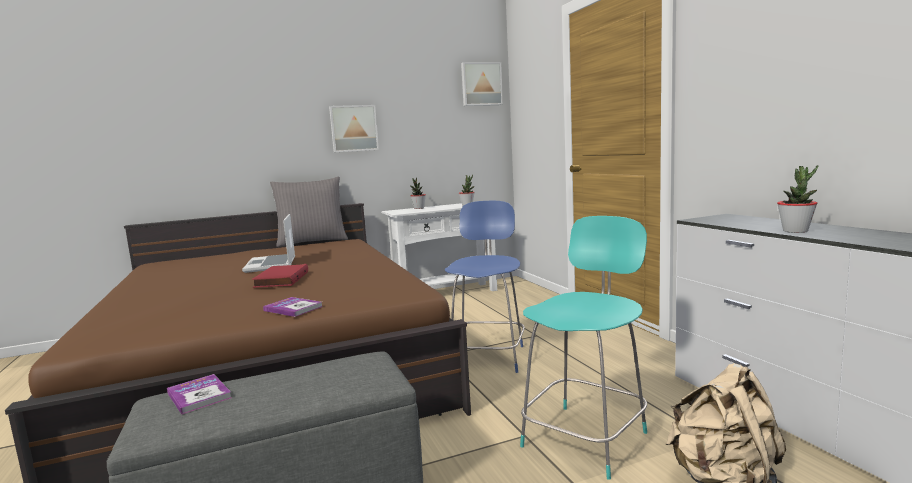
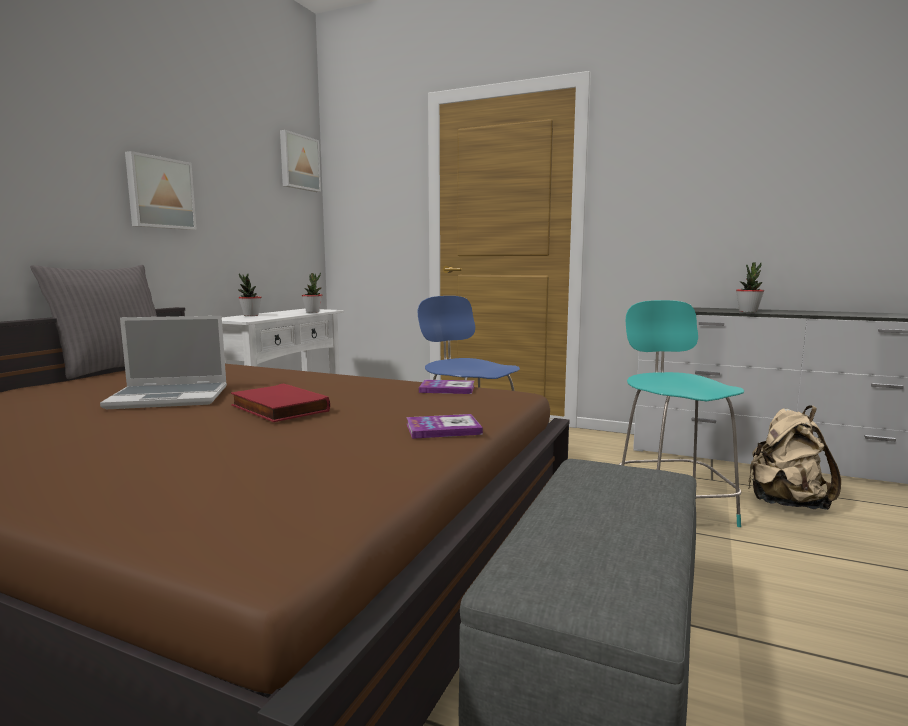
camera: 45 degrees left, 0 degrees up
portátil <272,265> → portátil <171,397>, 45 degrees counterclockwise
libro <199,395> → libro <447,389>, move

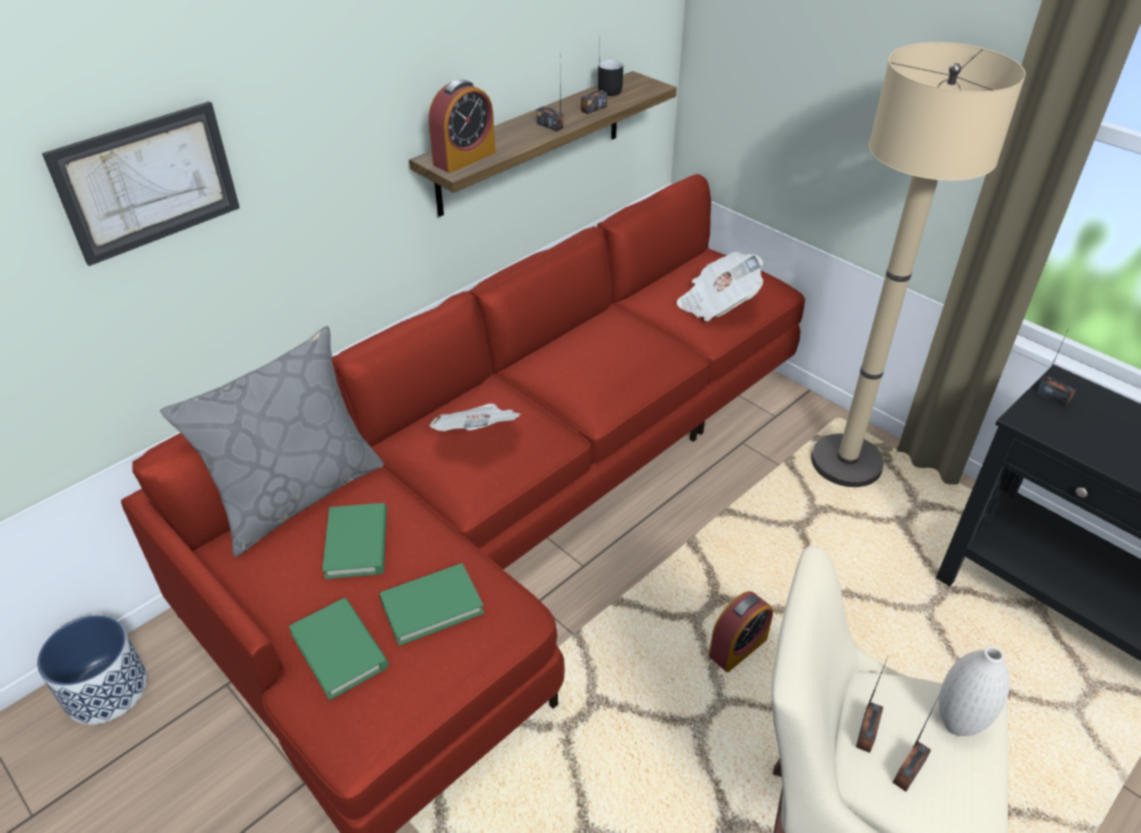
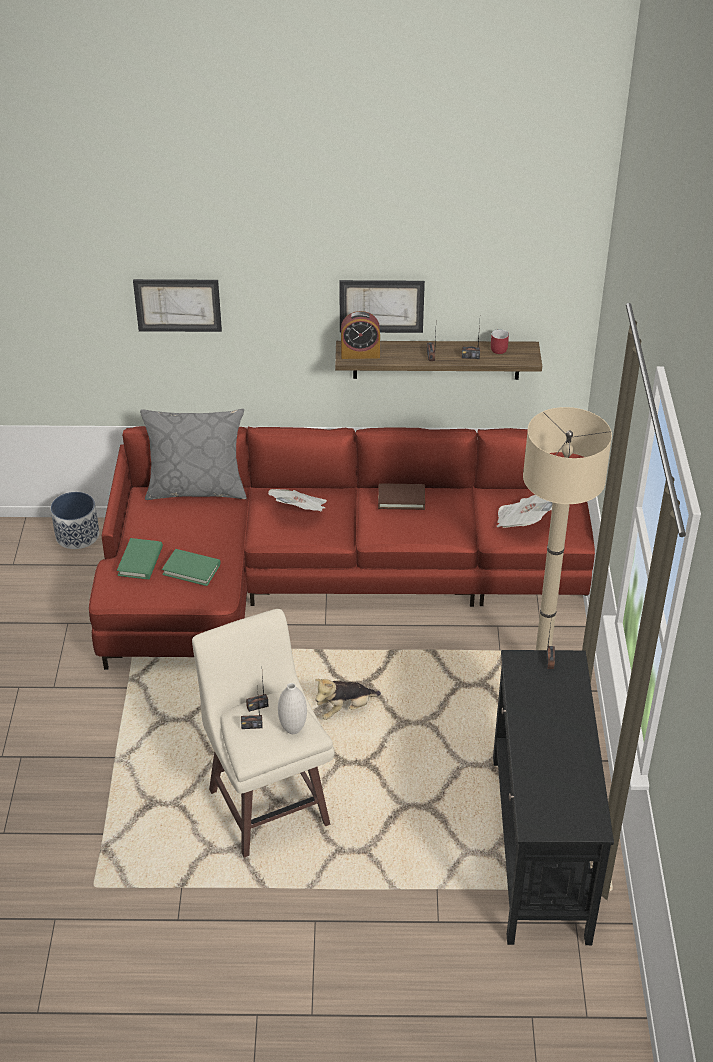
camera: 45 degrees right, 0 degrees up
taza grande/negro <607,90> → taza grande/rojo <499,348>
libro/verde <357,544> → -
despertador <737,648> → peluche <345,709>
- → cuadro <381,306>
- → libro/marrón <401,499>

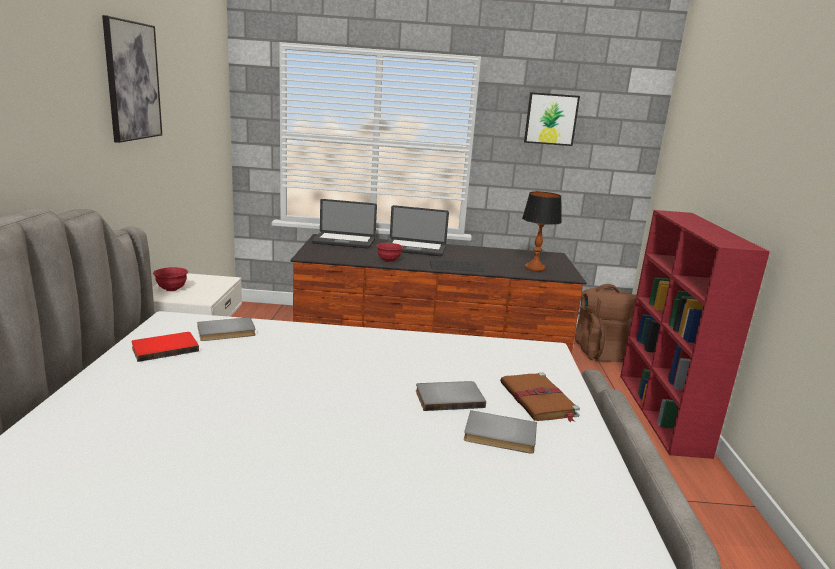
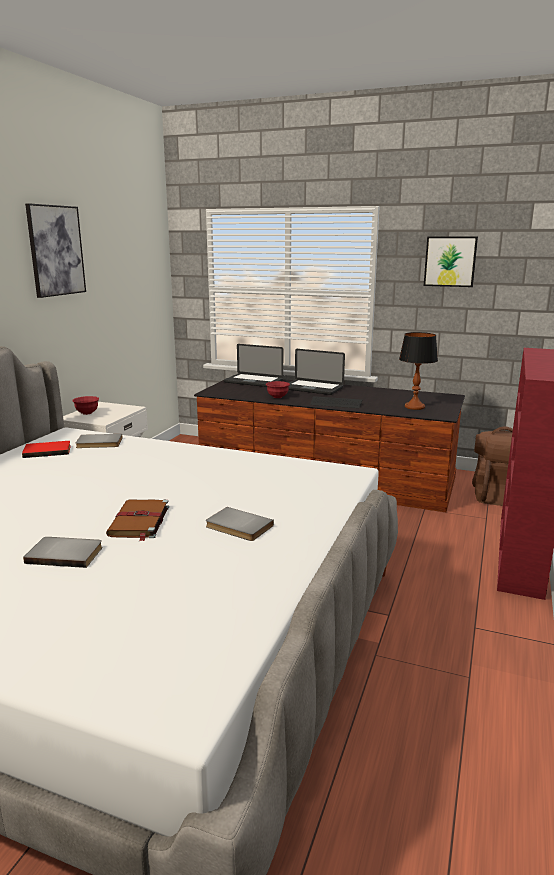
camera: 20 degrees right, 0 degrees up
libro/marrón <538,400> → libro/marrón <139,522>, move
libro/gris <448,397> → libro/gris <66,554>, move

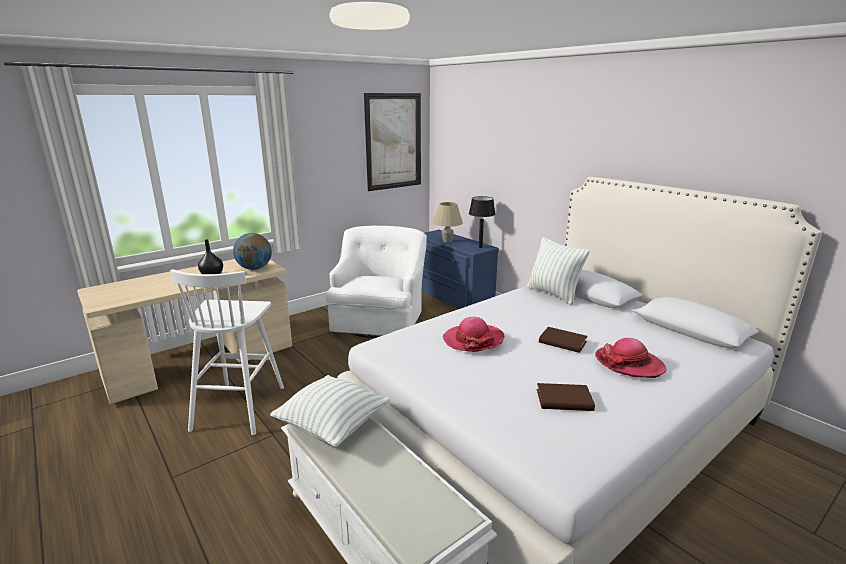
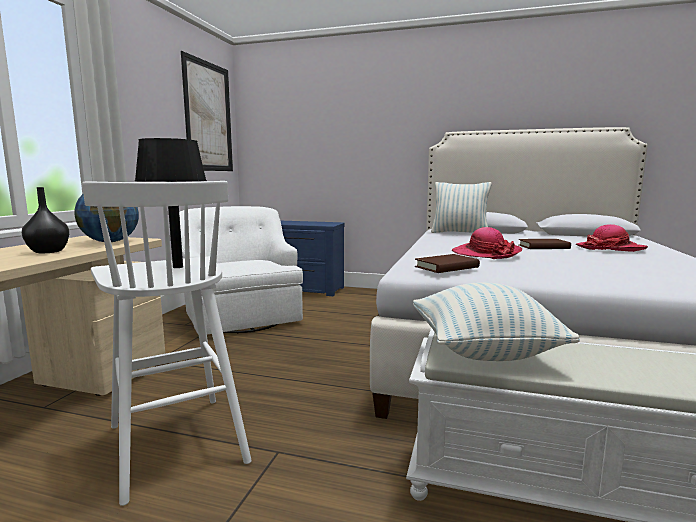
camera: 35 degrees left, 10 degrees down
lámpara de mesa/negro <480,247> → lámpara de mesa/negro <177,267>, move
lámpara de mesa/beis <447,241> → -
libro/marrón <564,400> → libro/marrón <446,267>, move

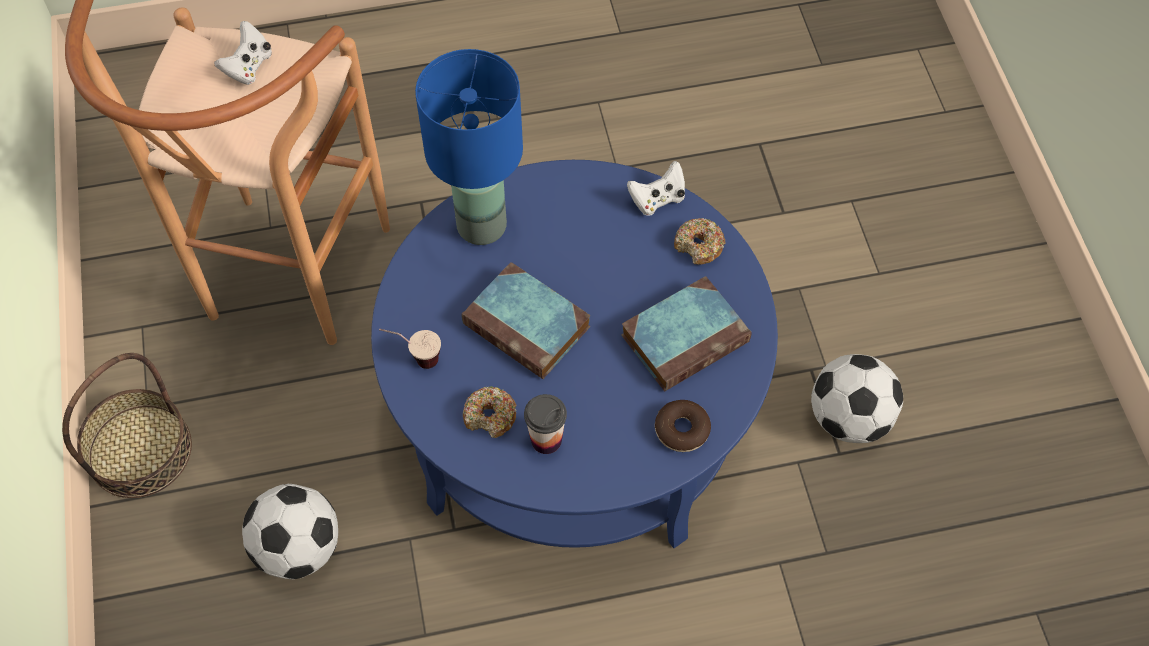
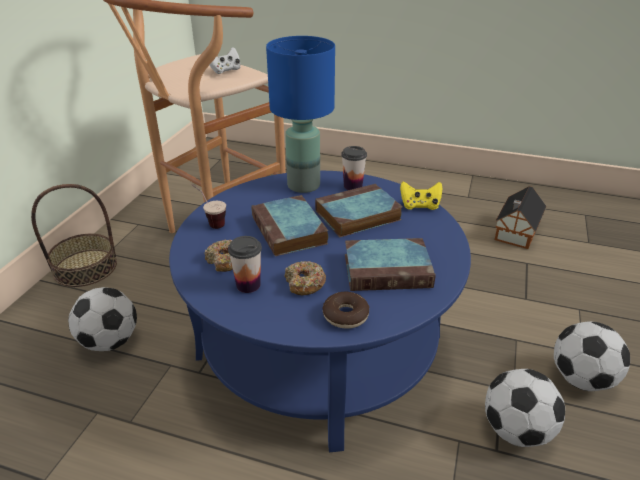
camera: 30 degrees right, 25 degrees down
mando de consola/blanco <657,199> → mando de consola/amarillo <420,206>
rosquilla <699,246> → rosquilla <304,284>, move
- → taza <353,186>
- → libro <356,216>
- → casita <515,233>
- → balón de fútbol <581,379>

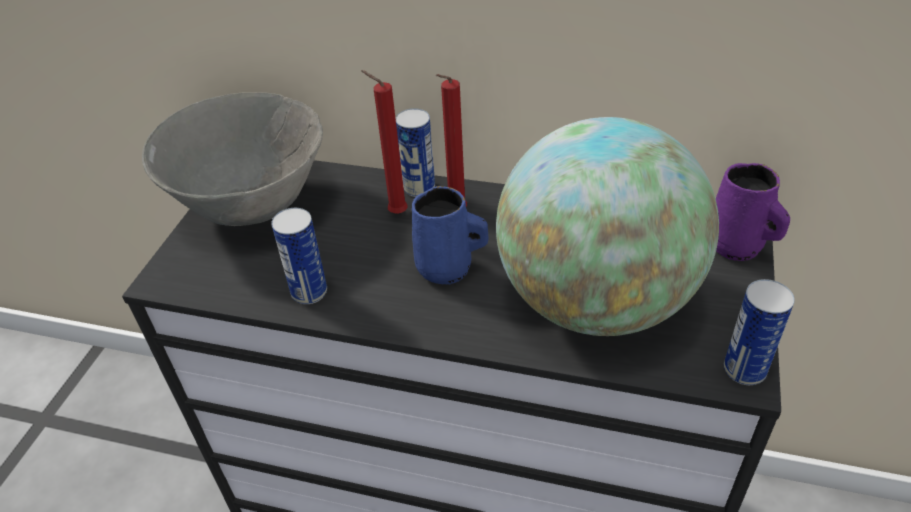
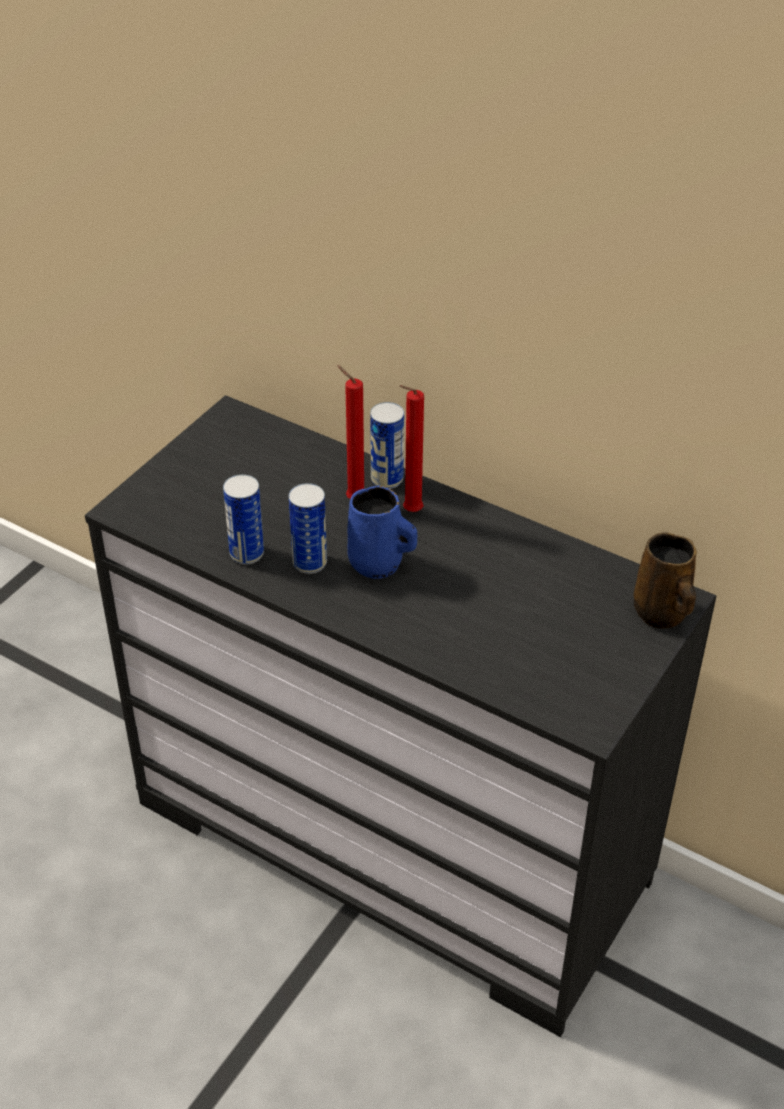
camera: 15 degrees right, 0 degrees up
cuenco/gris <251,204> → -
globo terráqueo <595,301> → -
taza grande/morado <737,247> → taza grande/marrón <662,614>
lata <744,370> → lata <309,563>, move

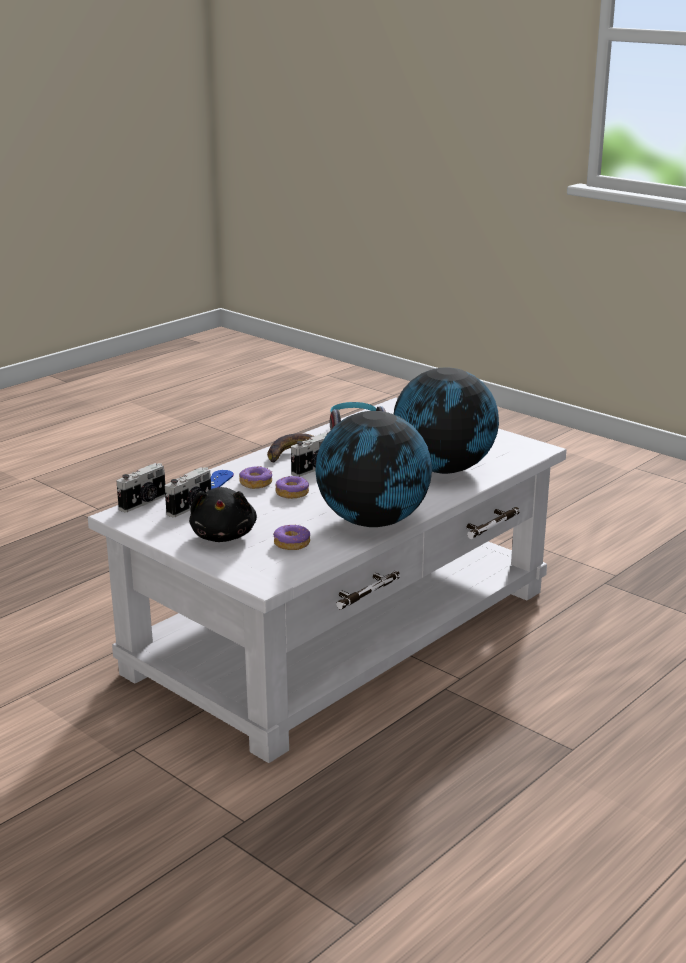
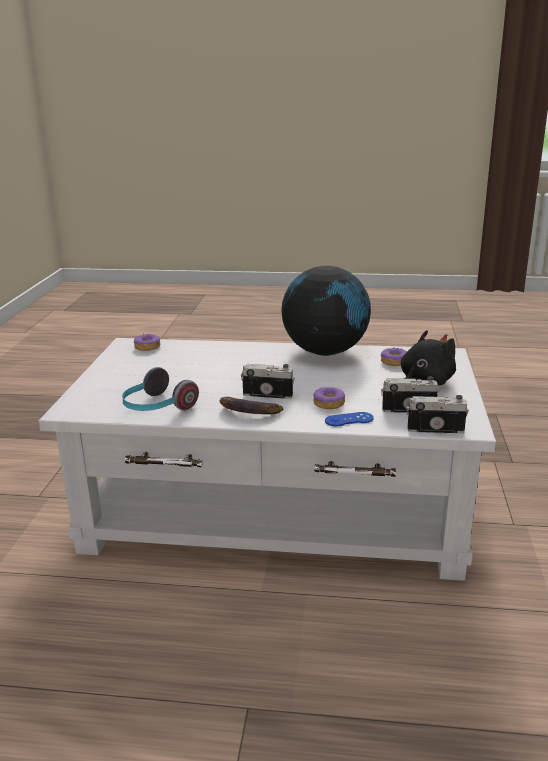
camera: 125 degrees left, 0 degrees up
globo terráqueo <444,469> → -
rosquilla <292,493> → rosquilla <147,347>, move

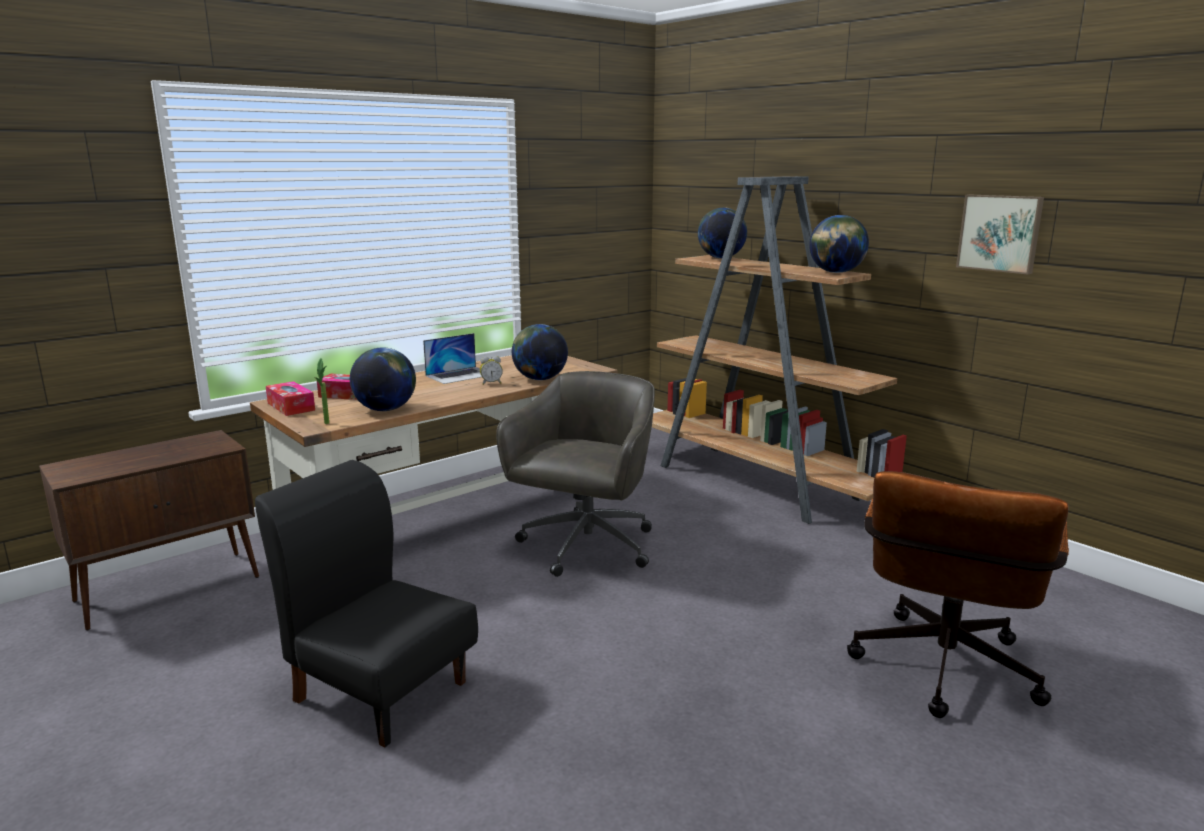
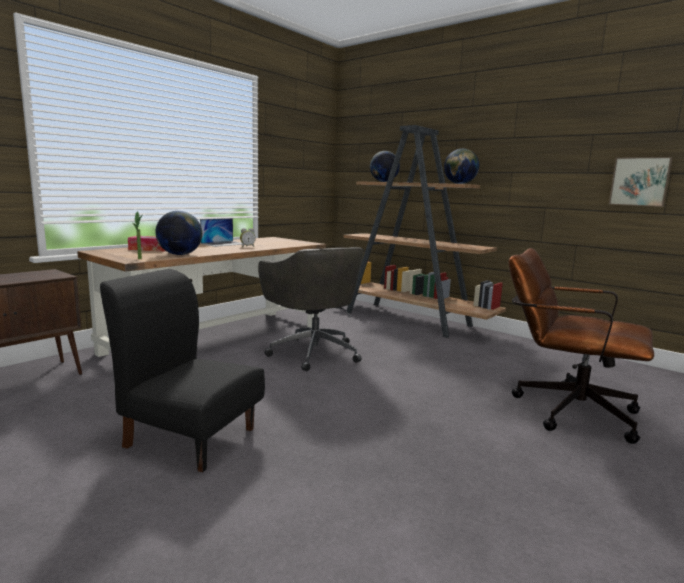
camera: 10 degrees left, 5 degrees down
cuadro <1000,233> → cuadro <639,181>, move
globo terráqueo <540,379> → -
silla de oficina/gris <585,547> → silla de oficina/gris <313,352>, 135 degrees clockwise
caja de pañuelos <291,406> → -
silla de oficina/marrón <942,675> → silla de oficina/marrón <564,409>, 105 degrees clockwise

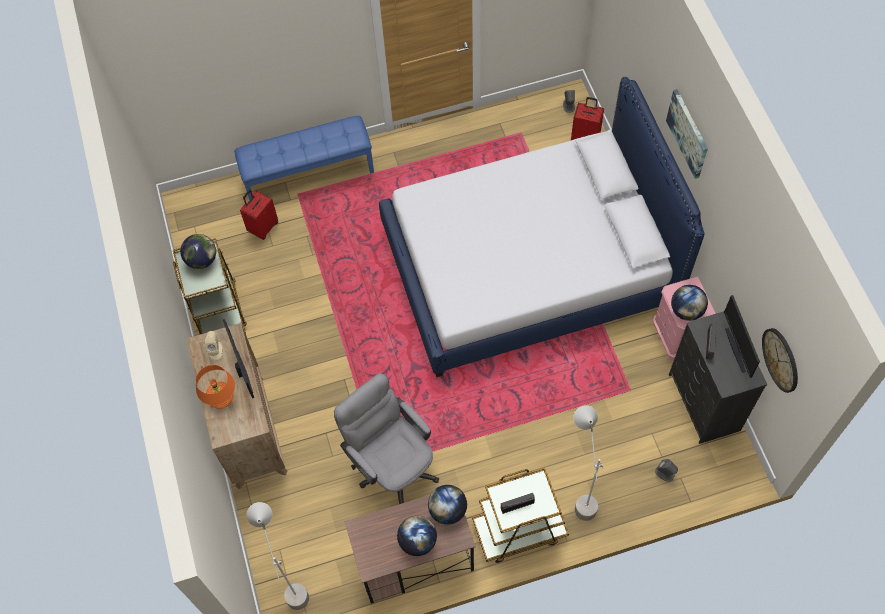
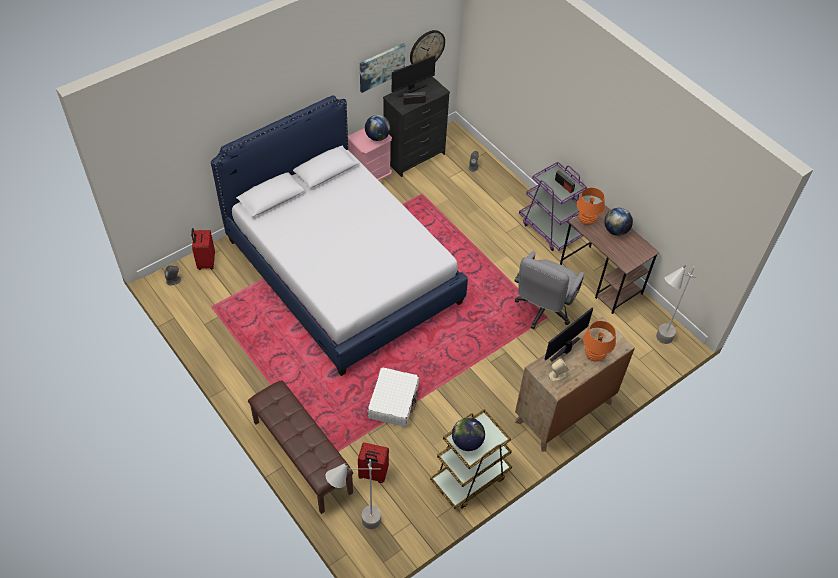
camera: 115 degrees left, 10 degrees down
cuadro <688,133> → cuadro <381,67>, move
banco/azul <308,173> → banco/marrón <301,457>
lámpara de pie/gris <579,492> → lámpara de pie/gris <357,528>, move
carrito/marrón <519,530> → carrito/morado <549,229>
globo terráqueo <448,510> → lámpara de mesa/naranja <586,220>
- → maleta/blanco <393,401>

